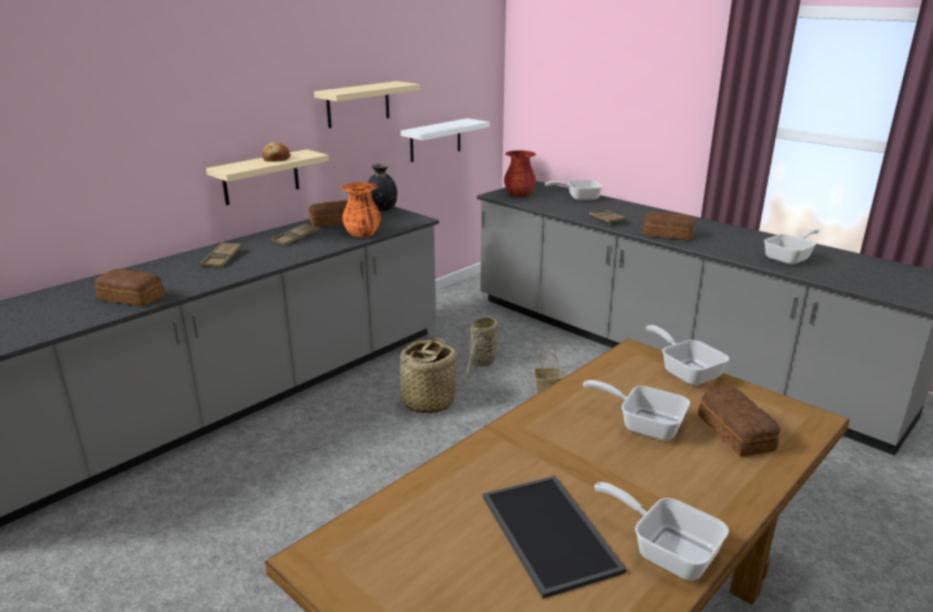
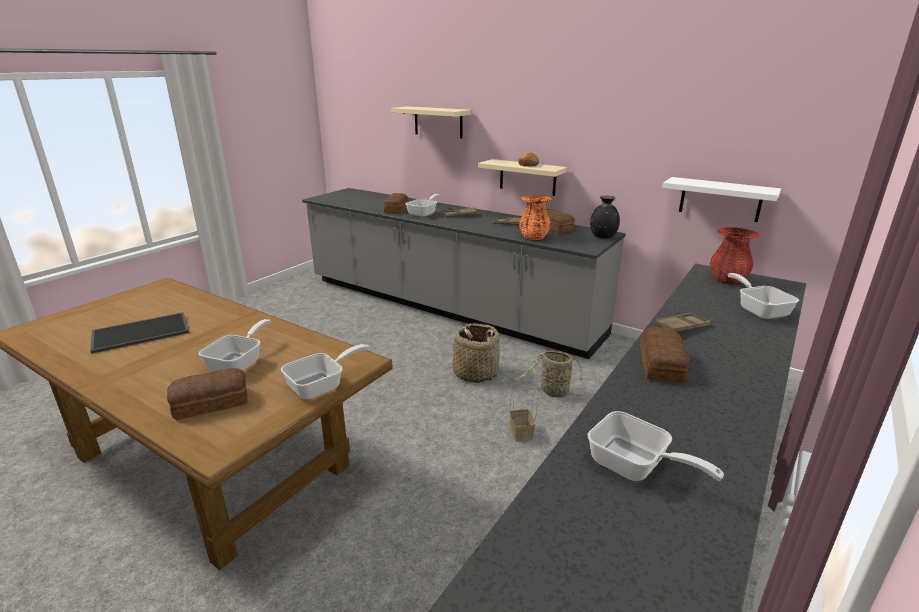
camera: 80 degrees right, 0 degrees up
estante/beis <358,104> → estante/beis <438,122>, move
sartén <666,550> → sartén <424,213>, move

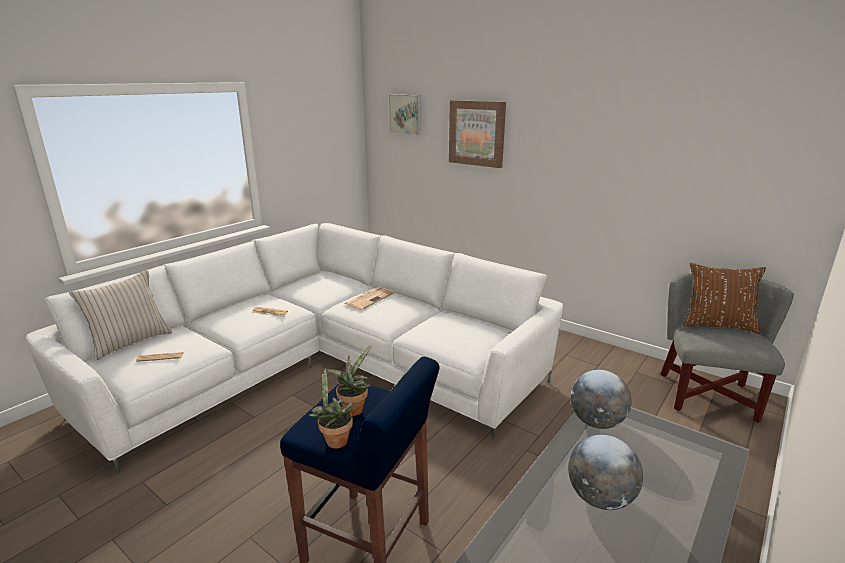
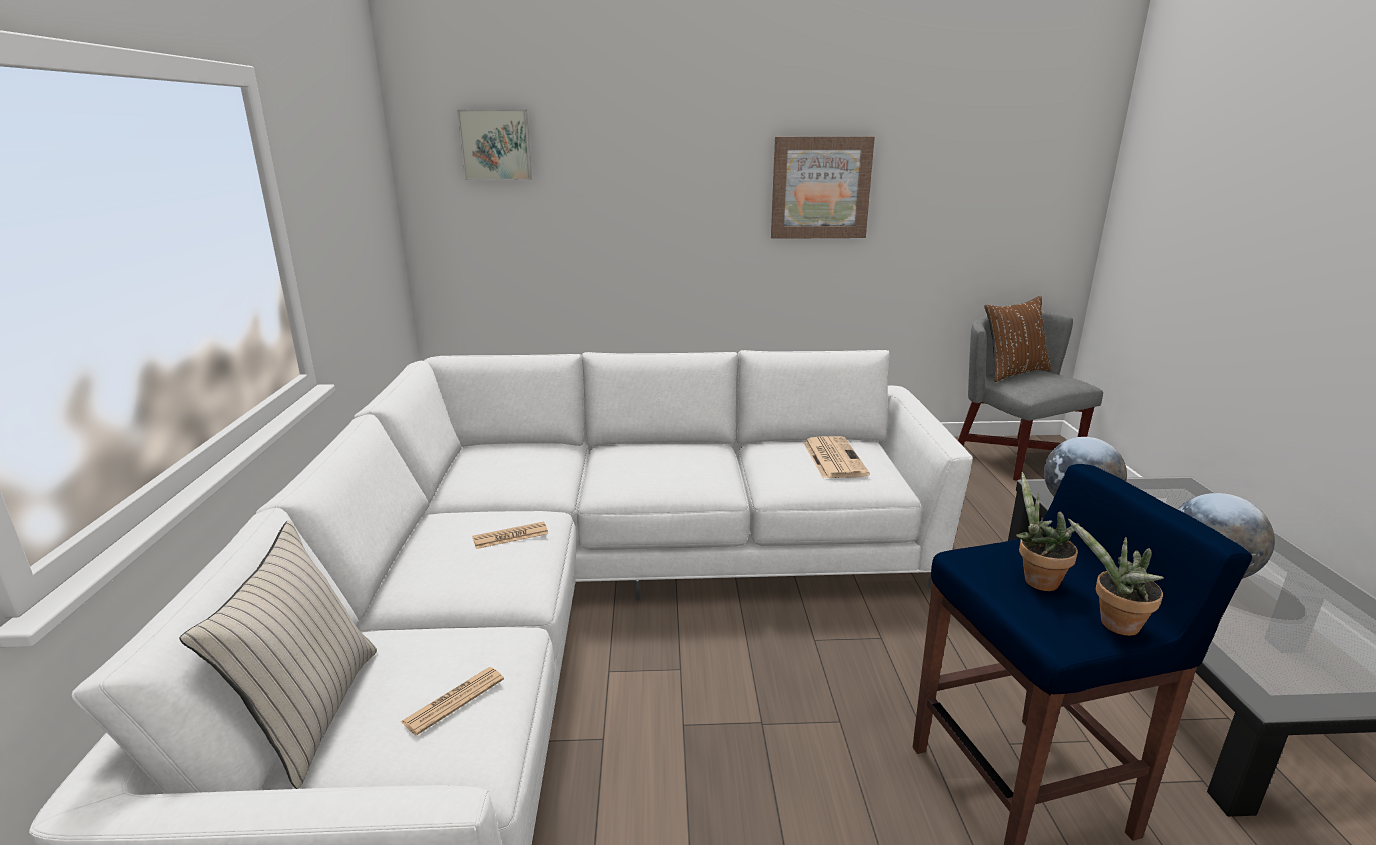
camera: 40 degrees left, 0 degrees up
cuadro <477,133> → cuadro <820,188>, move
periódico <369,298> → periódico <833,458>, move

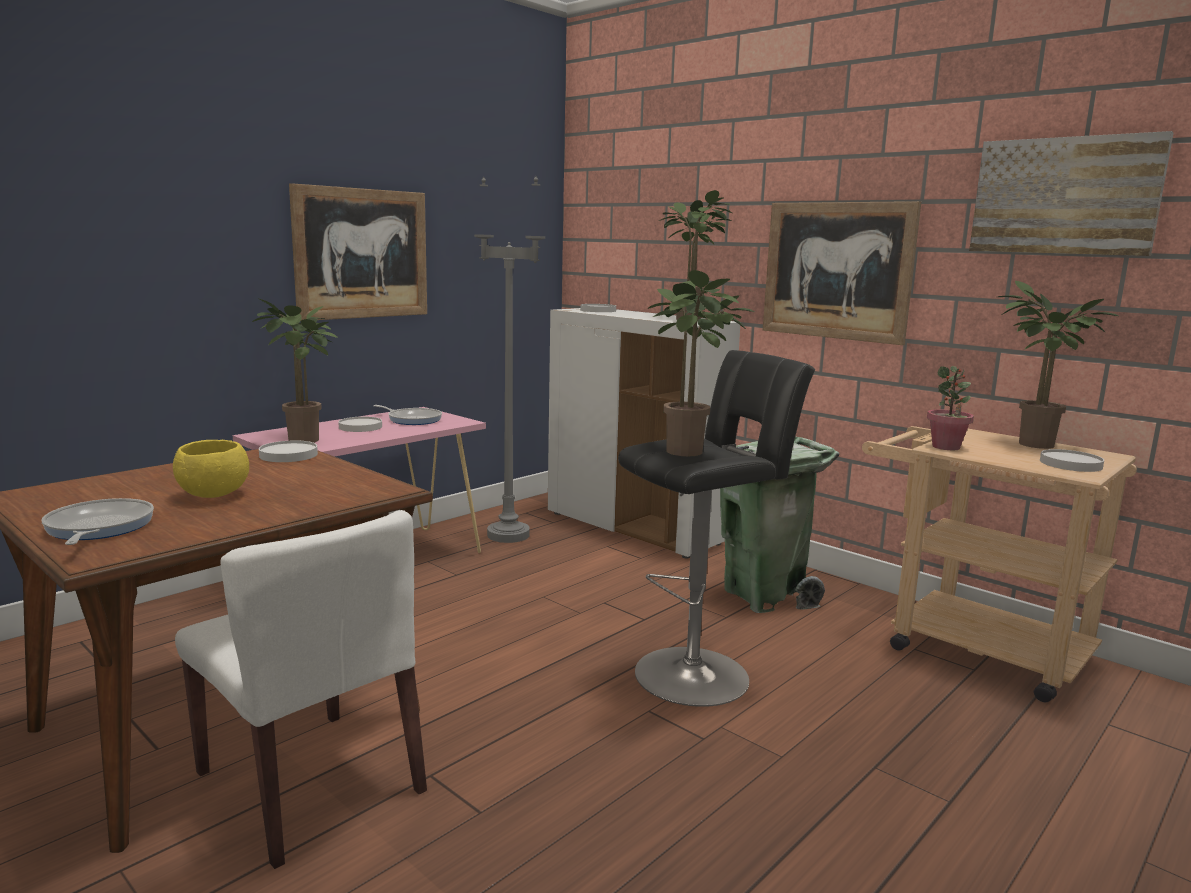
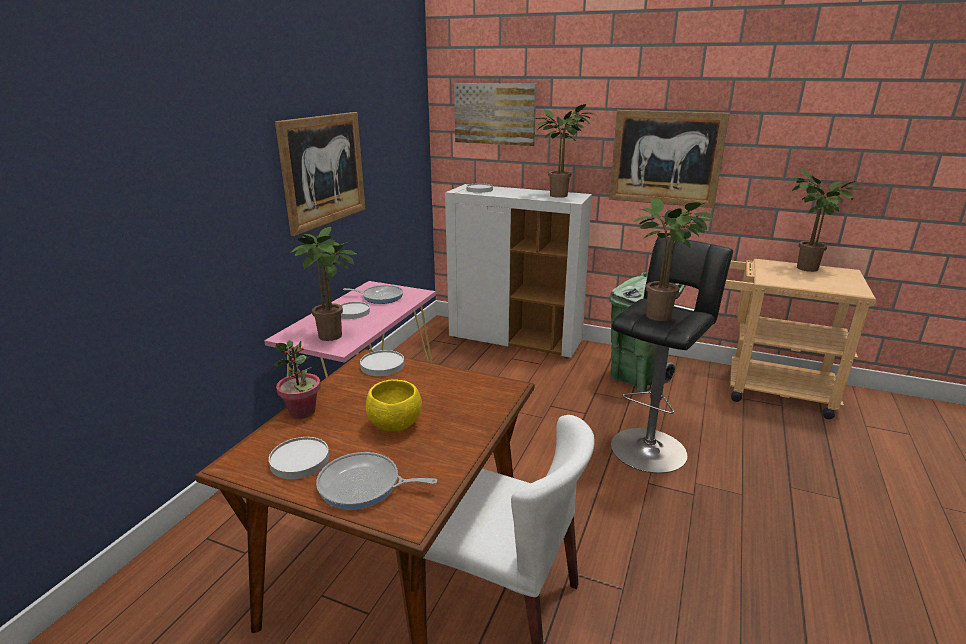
camera: 20 degrees left, 10 degrees up
cuadro <1065,196> → cuadro <495,114>, move
lámpara de pie/gris <509,535> → -
planta en maceta <946,447> → planta en maceta <302,412>, move
plato/blanco <1071,464> → plato/blanco <300,461>, move
sartén <97,528> → sartén <364,486>, 45 degrees counterclockwise

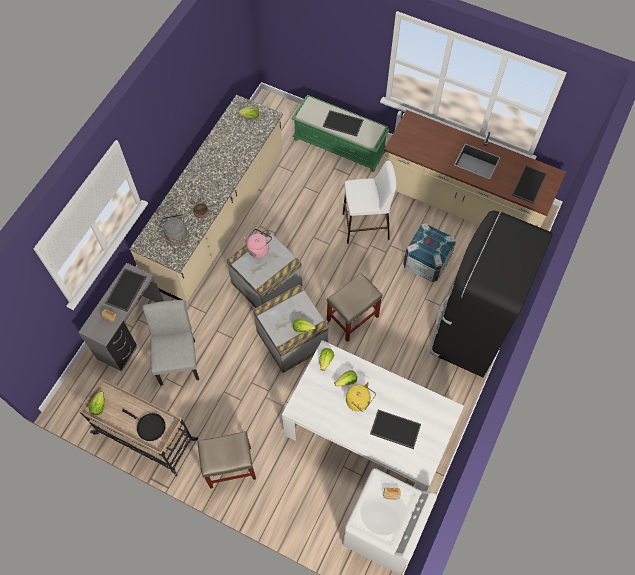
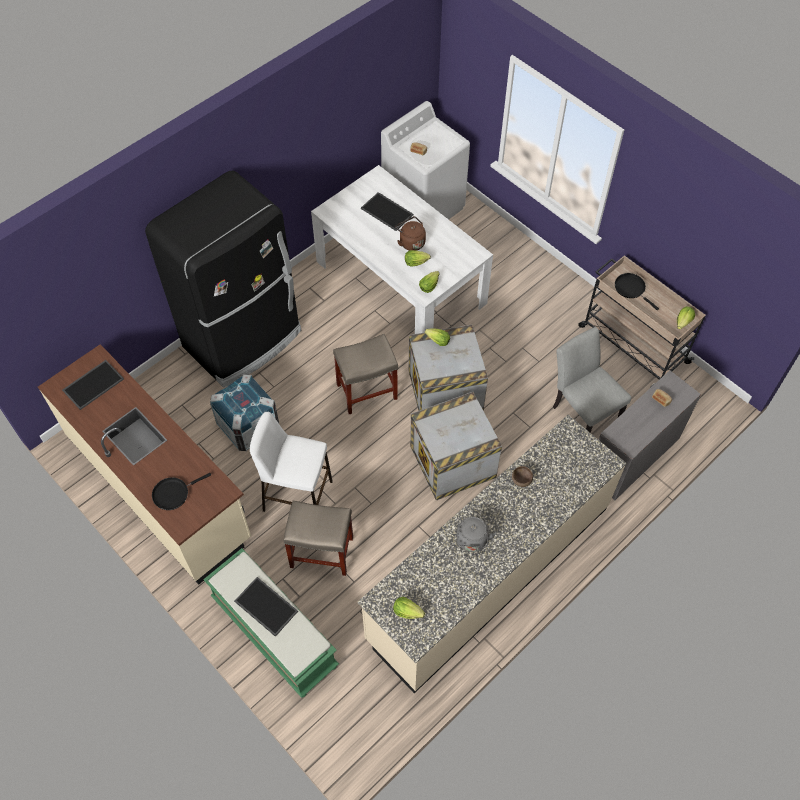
camera: 160 degrees left, 5 degrees down
hervidor/gris <176,234> → hervidor/gris <472,541>, move
hervidor/rosa <259,248> → -
bandeja <125,289> → -
silla/gris <178,358> → silla/gris <582,411>, 135 degrees clockwise
hervidor/amarillo <359,402> → hervidor/marrón <411,242>
taburete/beis <229,467> → taburete/beis <323,552>, move
- → sartén/negro <173,493>

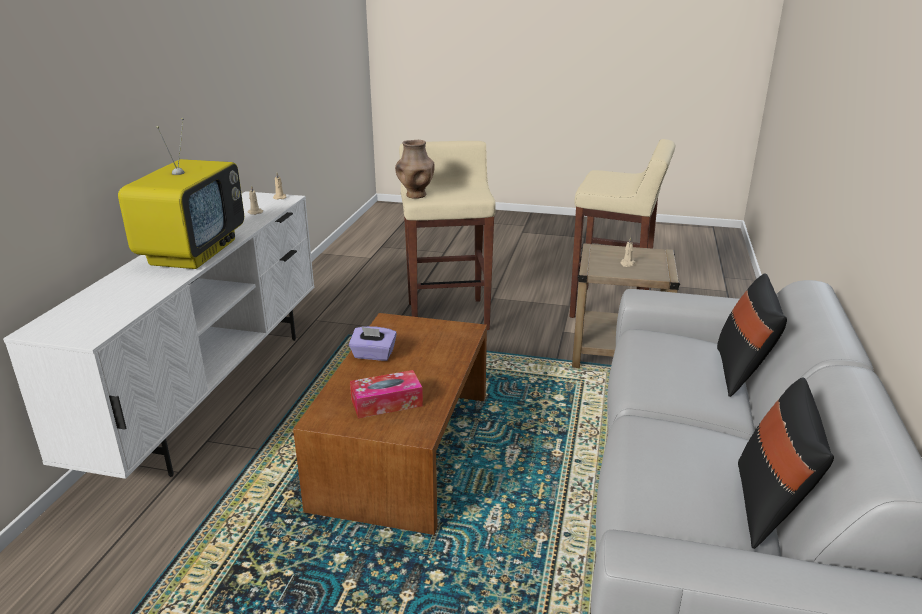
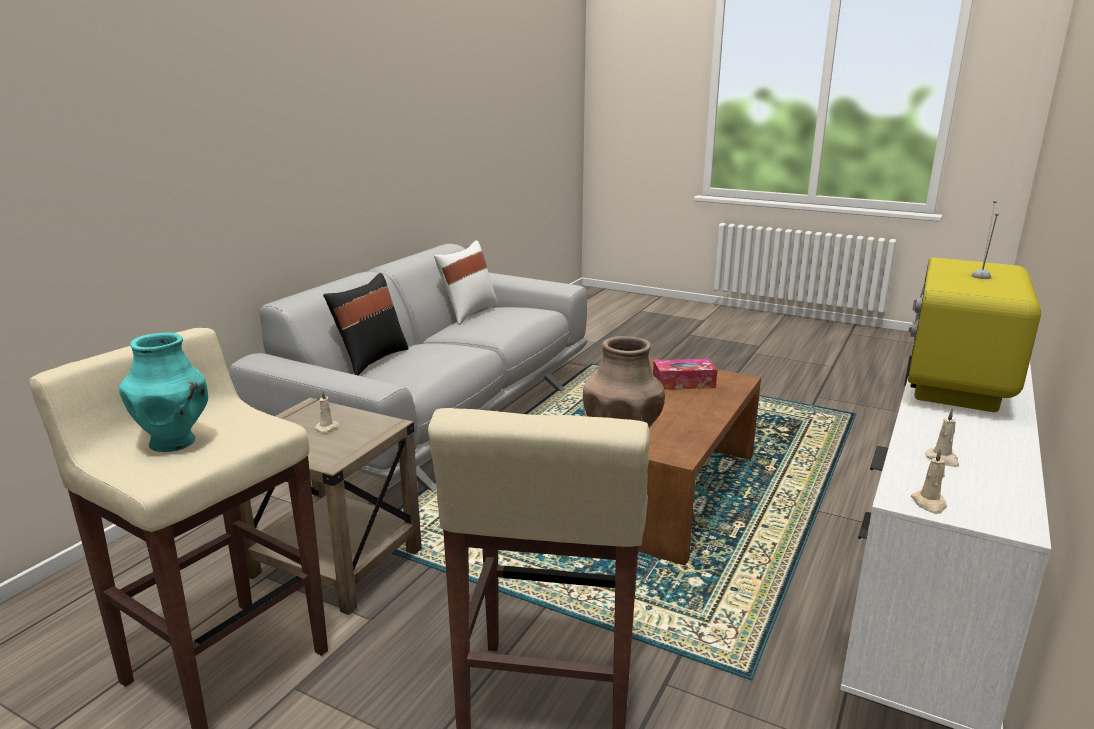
camera: 165 degrees left, 5 degrees down
caja de pañuelos/morado <373,355> → -
cojín/negro <769,508> → cojín/blanco <468,313>
- → florero/turquesa <174,442>

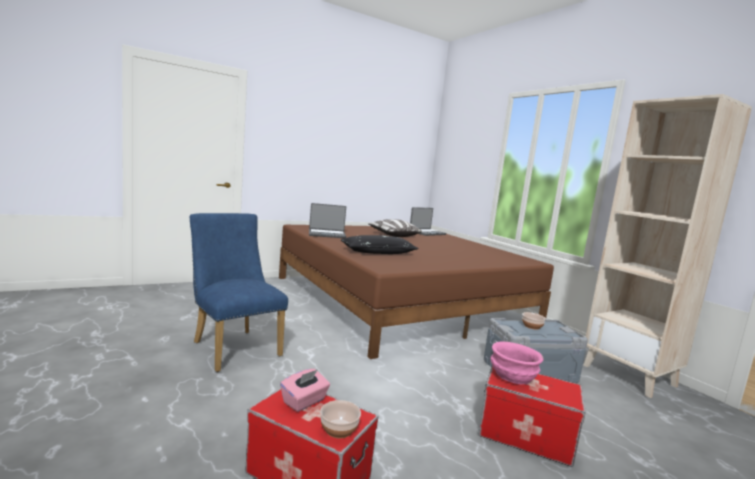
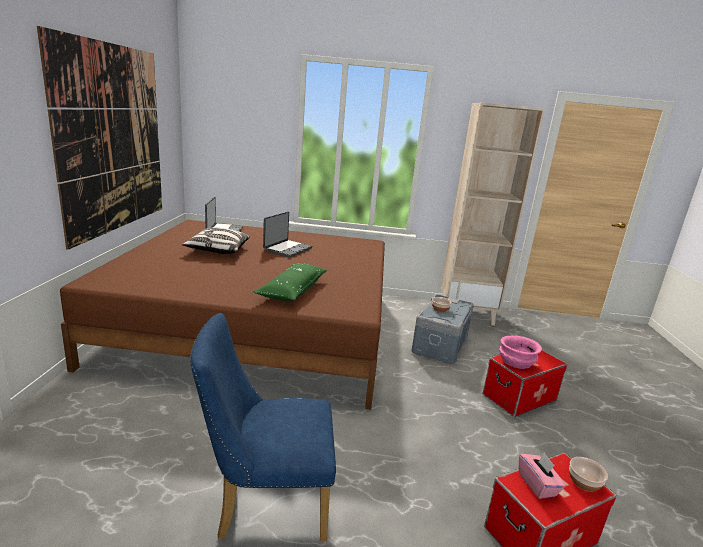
camera: 55 degrees left, 10 degrees up
portátil <327,234> → portátil <287,249>, move
cojín/negro <378,252> → cojín/verde <292,290>
- → cuadro <114,140>

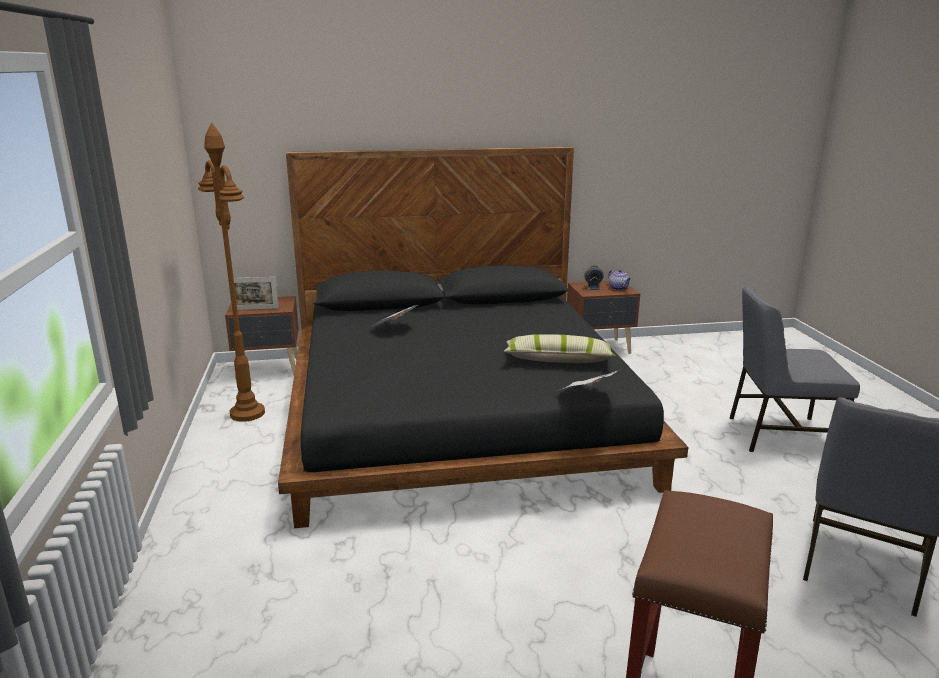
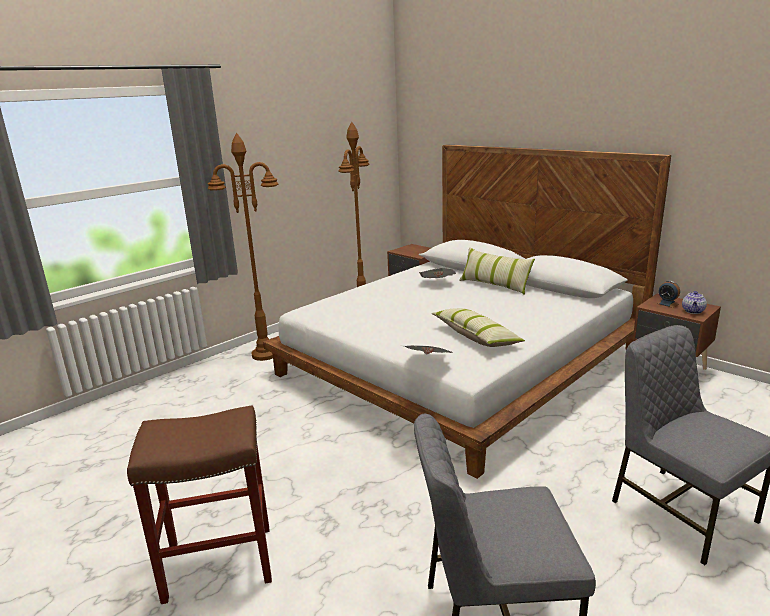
camera: 55 degrees right, 0 degrees up
cama/negro <458,413> → cama/blanco <458,362>
portarretratos <255,309> → -
- → lámpara de pie/marrón <265,354>
- → cojín <494,285>

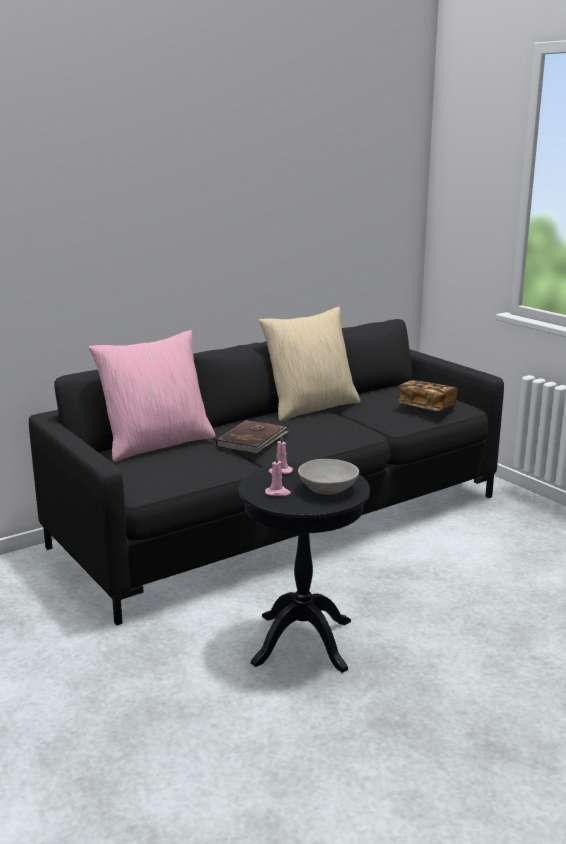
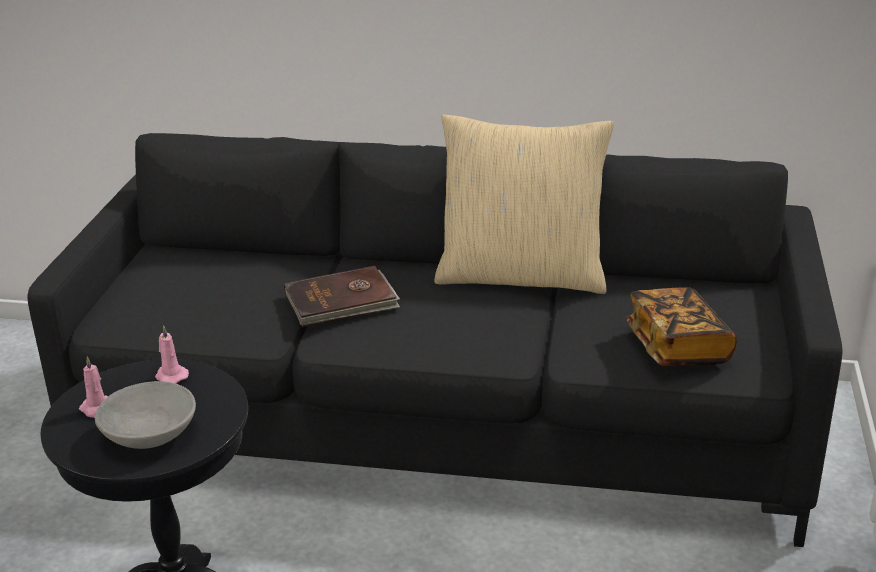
camera: 45 degrees right, 10 degrees up
cojín/rosa <157,444> → -

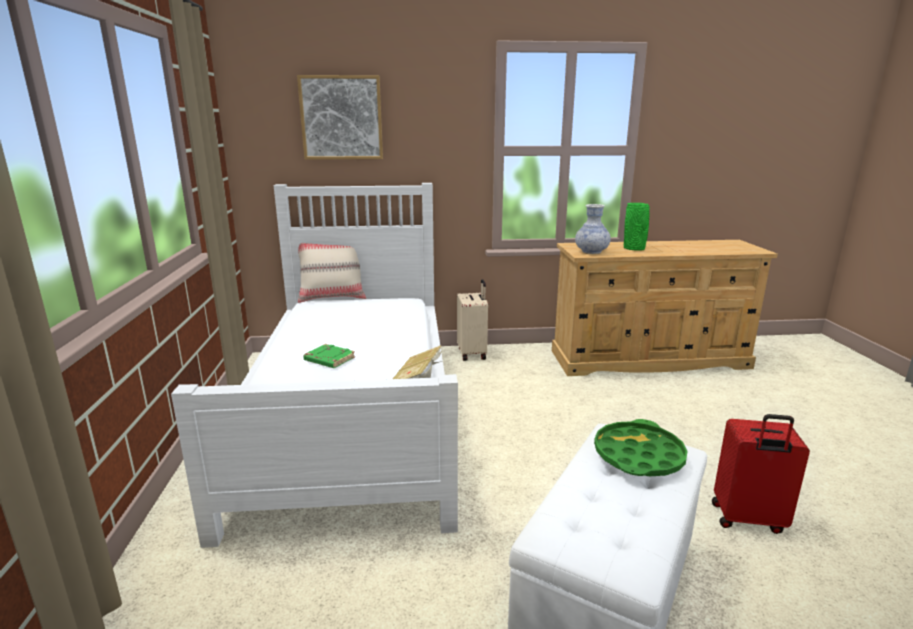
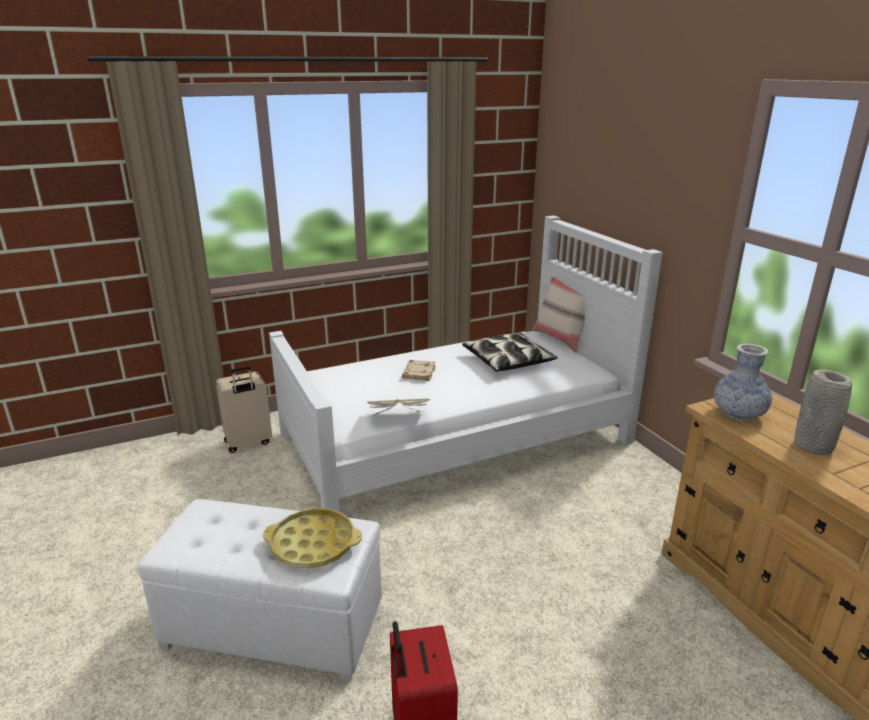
camera: 70 degrees right, 5 degrees up
cuadro <341,118> → -
florero/verde <634,249> → florero/gris <814,447>
maleta/beis <472,353> → maleta/beis <248,443>, move
libro/verde <328,360> → libro/beis <418,373>
bandeja/verde <638,456> → bandeja/amarillo <313,544>
- → cojín <508,361>

